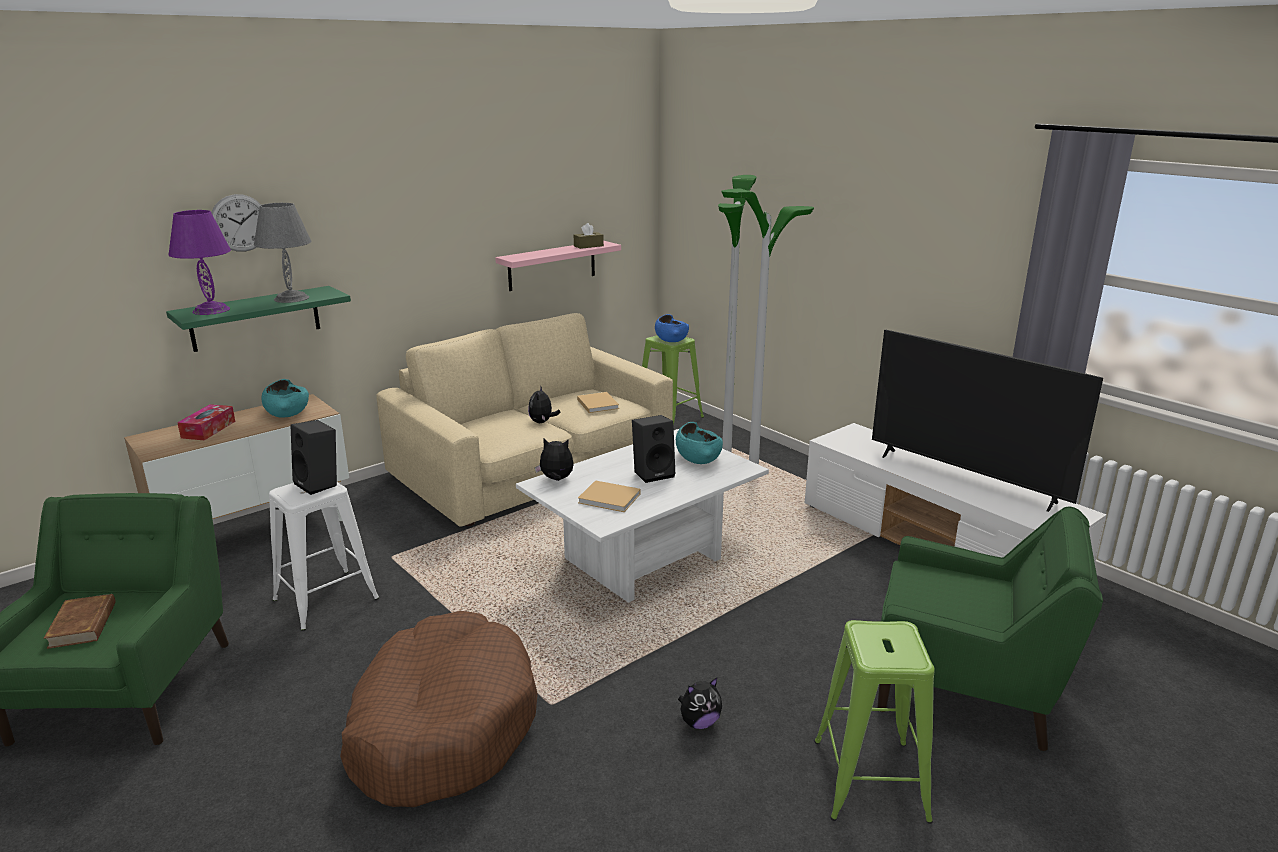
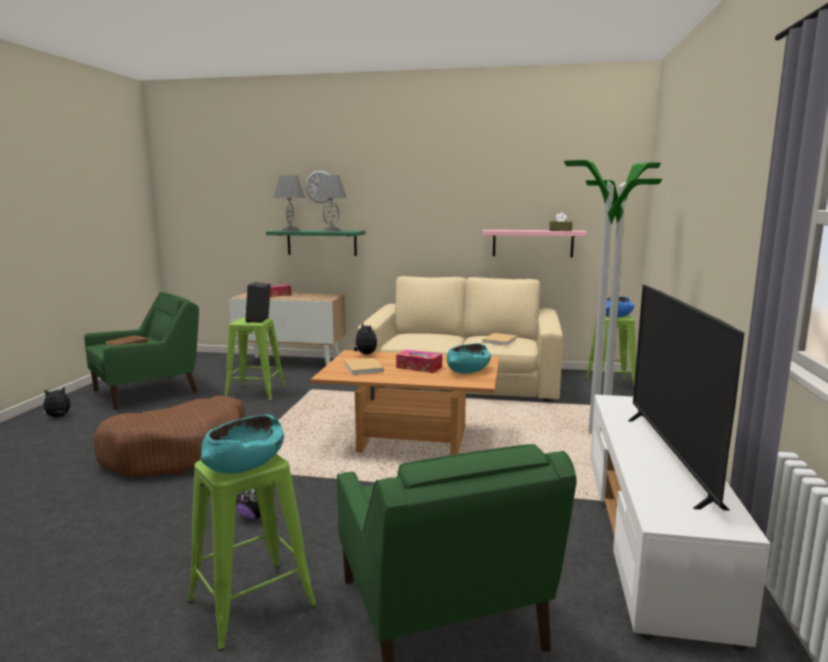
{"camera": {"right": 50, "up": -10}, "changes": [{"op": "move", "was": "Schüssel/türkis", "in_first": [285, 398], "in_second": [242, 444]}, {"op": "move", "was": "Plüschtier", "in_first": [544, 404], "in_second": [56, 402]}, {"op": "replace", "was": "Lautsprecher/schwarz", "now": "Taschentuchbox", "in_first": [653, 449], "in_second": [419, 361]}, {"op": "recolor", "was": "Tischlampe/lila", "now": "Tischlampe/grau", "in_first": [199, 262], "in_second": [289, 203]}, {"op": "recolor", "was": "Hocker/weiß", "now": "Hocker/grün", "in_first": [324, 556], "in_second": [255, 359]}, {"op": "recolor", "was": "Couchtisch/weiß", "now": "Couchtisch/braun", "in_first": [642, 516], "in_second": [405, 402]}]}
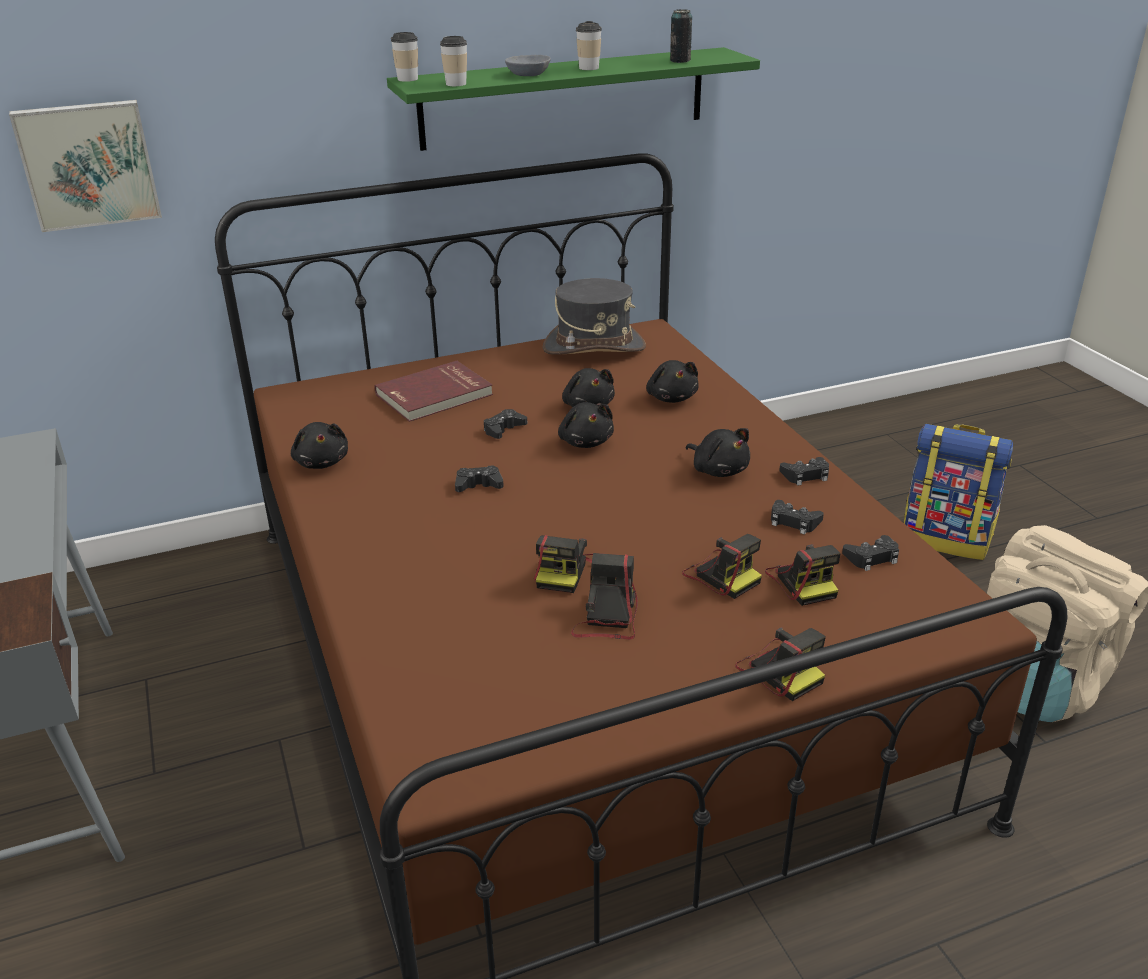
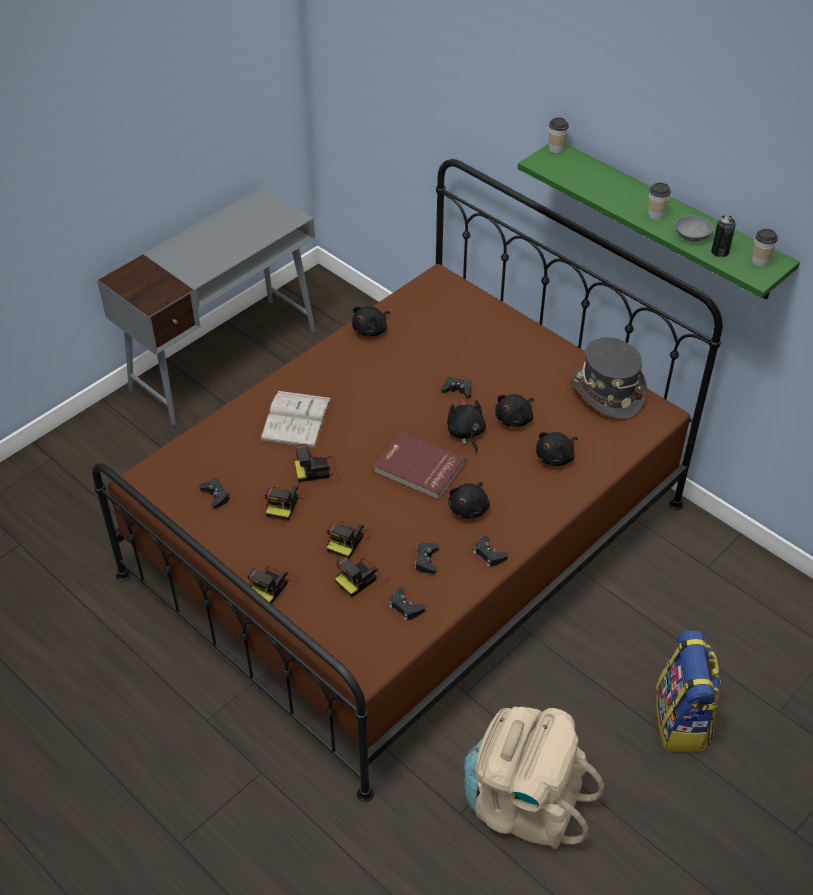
{"camera": {"right": 65, "up": 15}, "changes": [{"op": "delete", "was": "Bild", "in_first": [85, 166]}, {"op": "insert", "now": "Buch/weiß", "in_second": [296, 419]}, {"op": "move", "was": "Buch/rot", "in_first": [433, 391], "in_second": [420, 466]}, {"op": "move", "was": "Tasse", "in_first": [453, 61], "in_second": [765, 248]}, {"op": "move", "was": "Gamepad/schwarz", "in_first": [479, 478], "in_second": [215, 494]}, {"op": "move", "was": "Schüssel/grau", "in_first": [528, 65], "in_second": [694, 228]}, {"op": "rotate", "was": "Plüschtier/schwarz", "in_first": [586, 425], "in_second": [466, 425], "clockwise": 120}, {"op": "rotate", "was": "Kamera", "in_first": [604, 596], "in_second": [286, 502], "clockwise": 120}]}
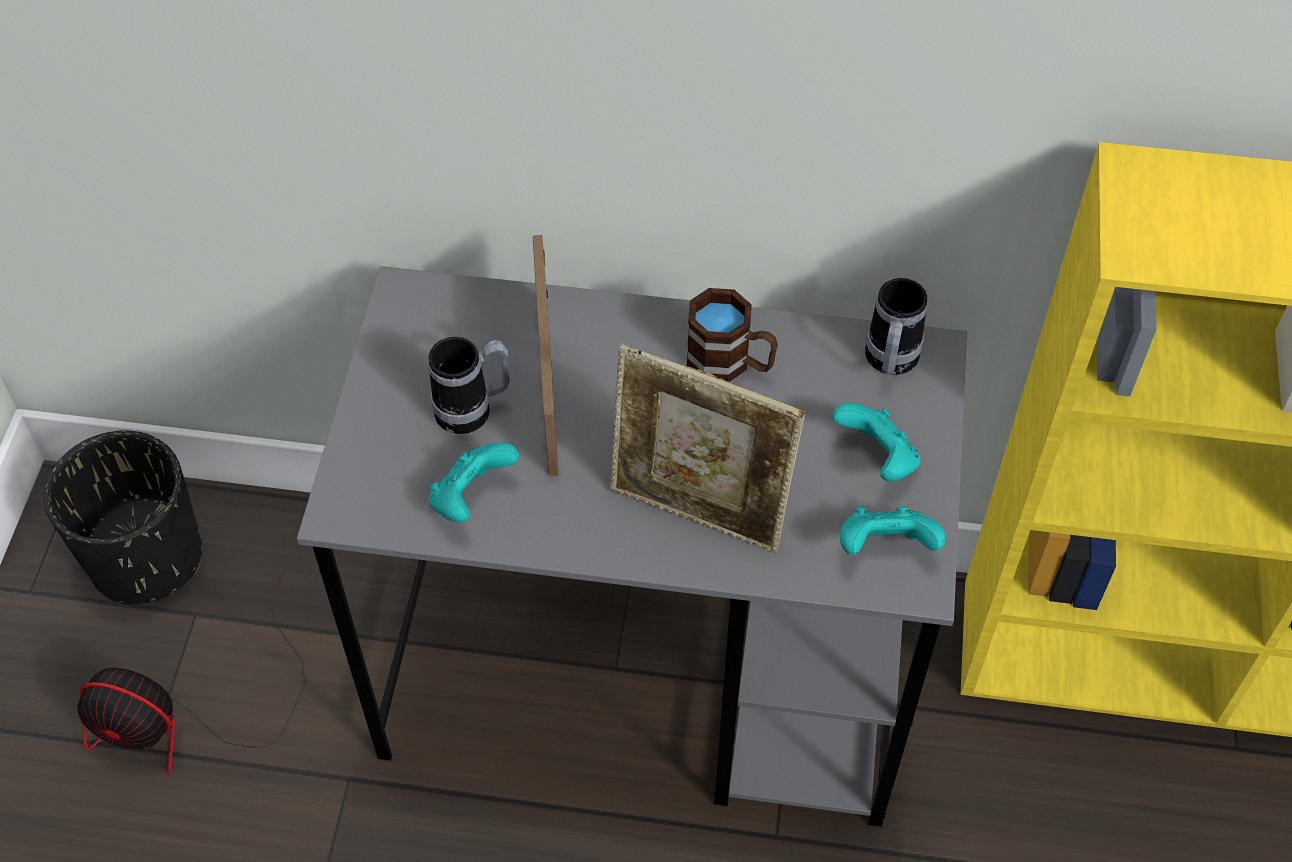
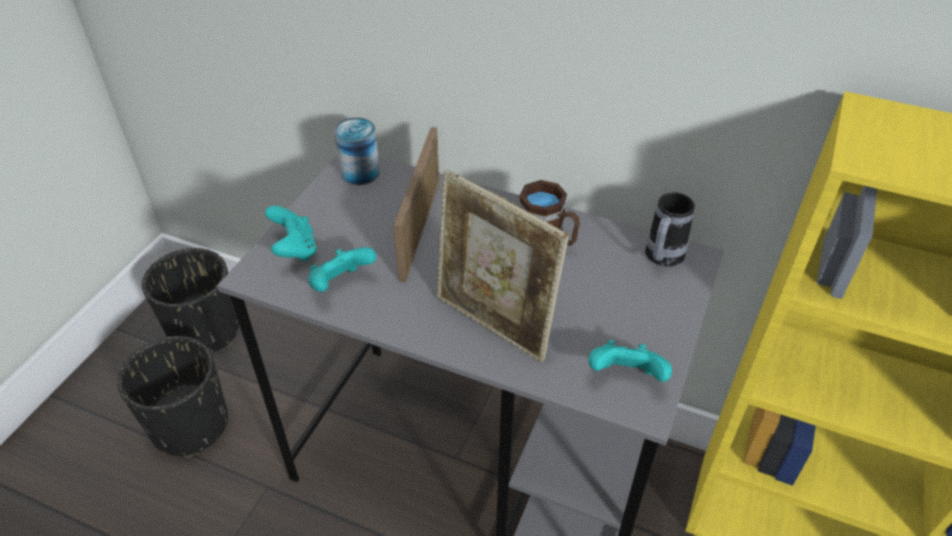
{"camera": {"right": 15, "up": -10}, "changes": [{"op": "delete", "was": "Henkelbecher", "in_first": [469, 385]}, {"op": "insert", "now": "Dose", "in_second": [357, 151]}, {"op": "move", "was": "Gamepad/türkis", "in_first": [876, 442], "in_second": [291, 233]}, {"op": "replace", "was": "Ventilator", "now": "Pflanzkübel/schwarz", "in_first": [191, 672], "in_second": [173, 396]}]}
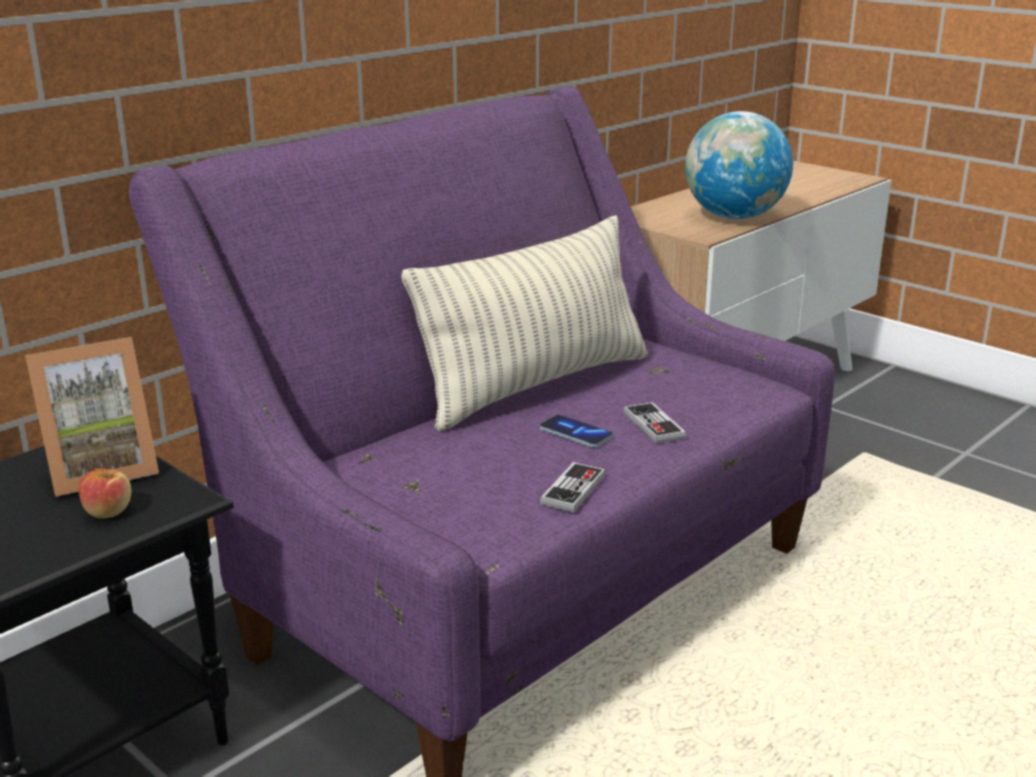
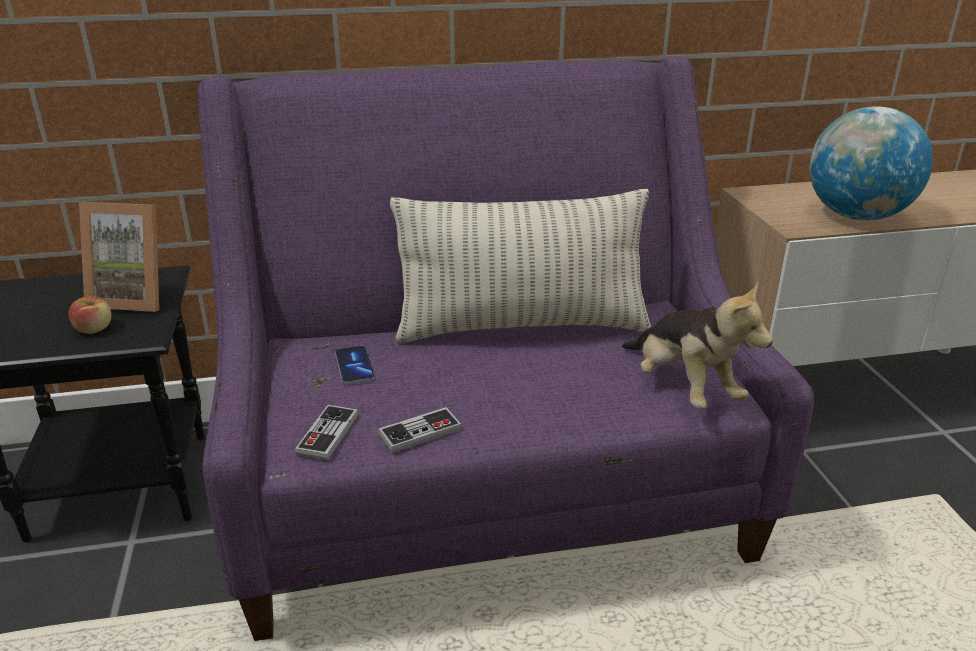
{"camera": {"right": 35, "up": 5}, "changes": [{"op": "insert", "now": "Plüschtier", "in_second": [697, 345]}, {"op": "move", "was": "Handy", "in_first": [576, 431], "in_second": [355, 364]}, {"op": "move", "was": "Gamepad", "in_first": [655, 422], "in_second": [326, 432]}]}
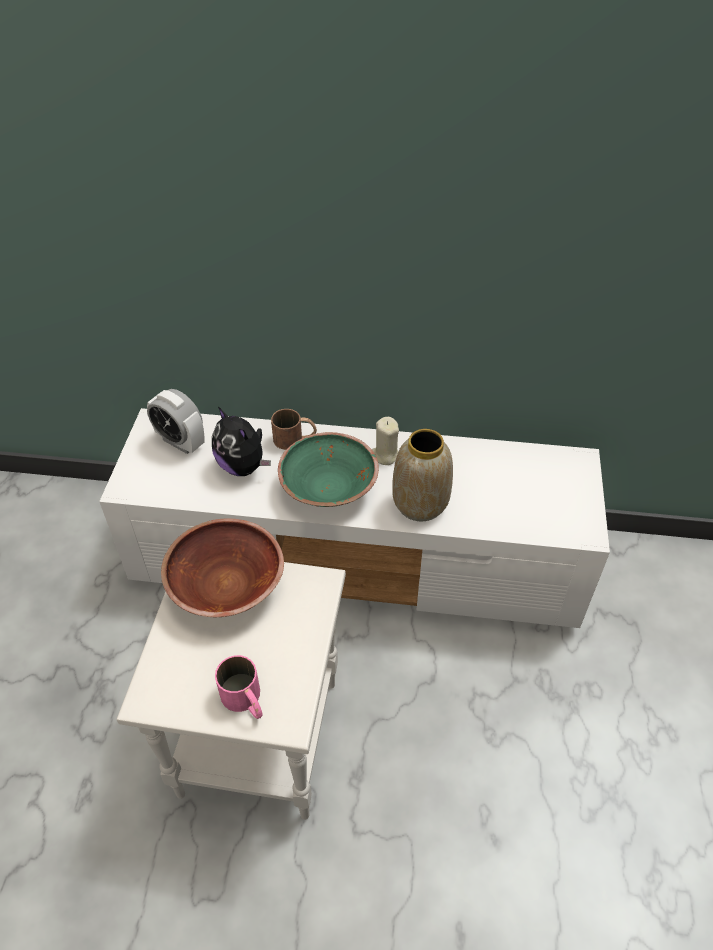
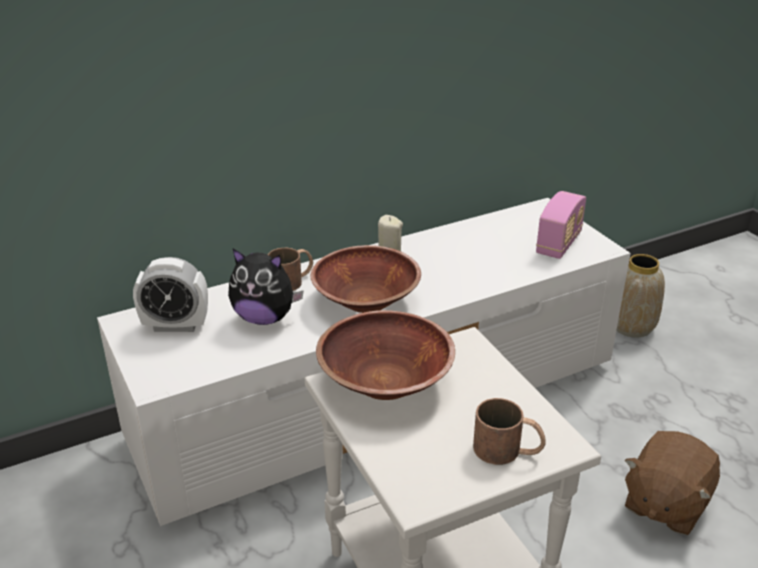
{"camera": {"right": -35, "up": -15}, "changes": [{"op": "insert", "now": "Radio", "in_second": [561, 225]}, {"op": "insert", "now": "Plüschtier/braun", "in_second": [672, 483]}, {"op": "move", "was": "Vase", "in_first": [422, 475], "in_second": [640, 296]}, {"op": "recolor", "was": "Henkelbecher/rosa", "now": "Henkelbecher/braun", "in_first": [239, 687], "in_second": [509, 431]}, {"op": "recolor", "was": "Schüssel/grün", "now": "Schüssel/braun", "in_first": [328, 469], "in_second": [366, 279]}]}
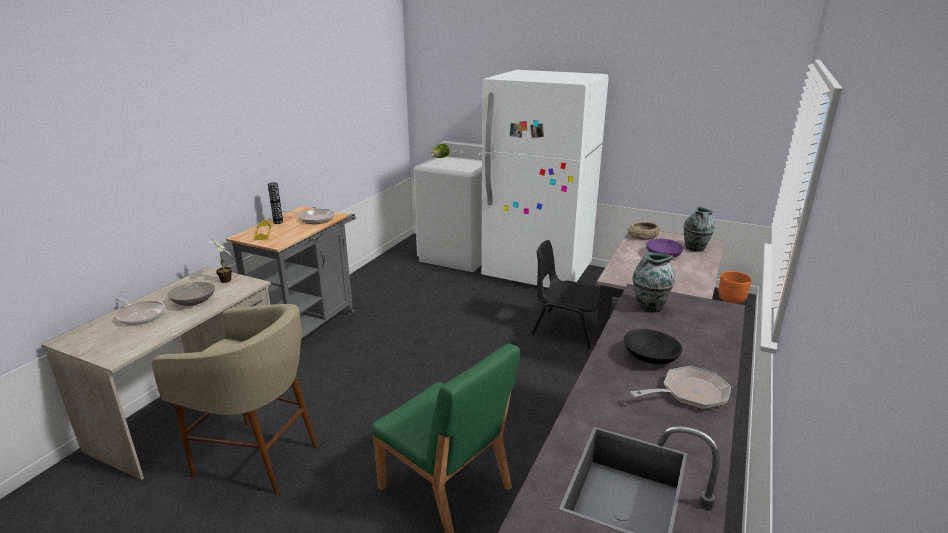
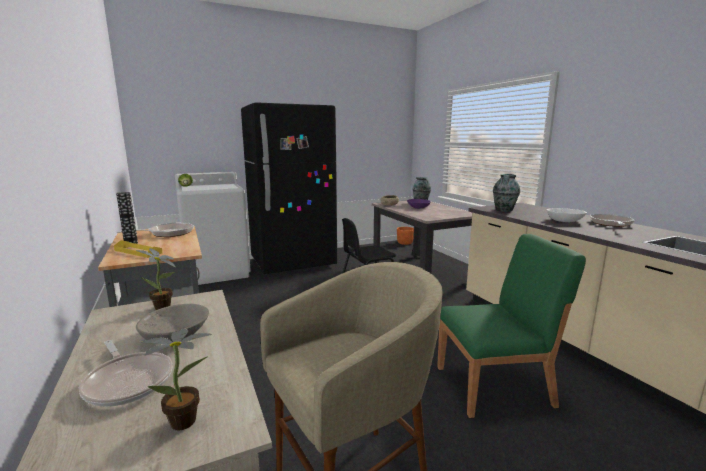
{"camera": {"right": -50, "up": -10}, "changes": [{"op": "insert", "now": "Topfpflanze", "in_second": [176, 380]}, {"op": "recolor", "was": "Kühlschrank/weiß", "now": "Kühlschrank/schwarz", "in_first": [545, 179], "in_second": [289, 188]}, {"op": "recolor", "was": "Schüssel/schwarz", "now": "Schüssel/weiß", "in_first": [653, 346], "in_second": [567, 215]}, {"op": "rotate", "was": "Pfanne", "in_first": [140, 311], "in_second": [125, 373], "clockwise": 60}]}
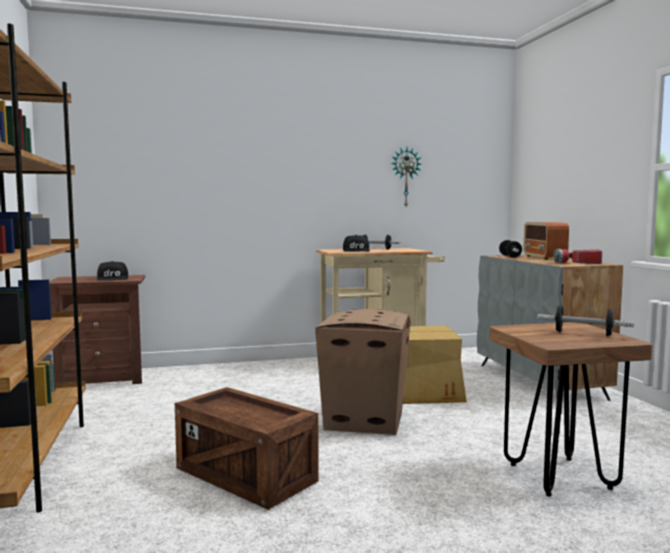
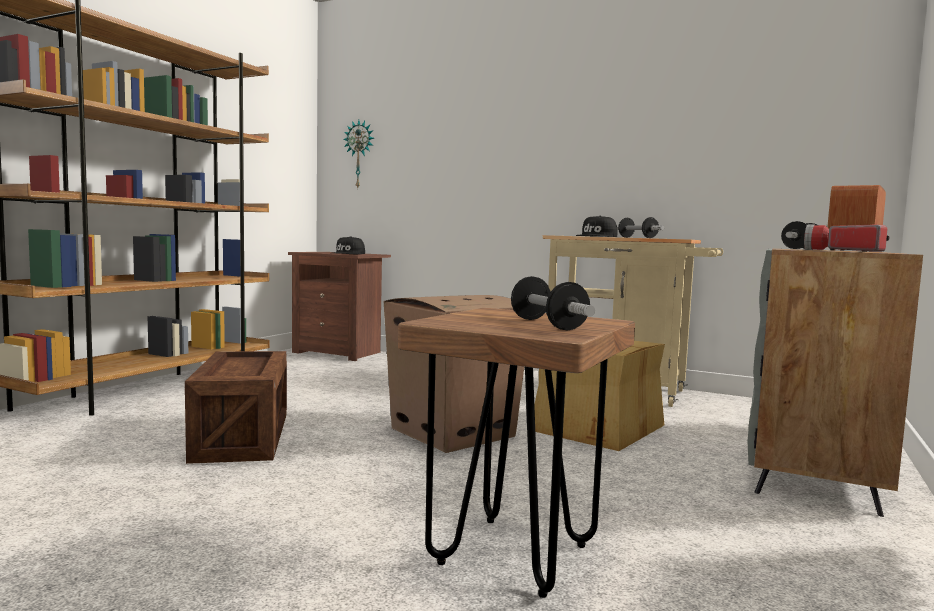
{"camera": {"right": 40, "up": 0}, "changes": [{"op": "move", "was": "Wanduhr", "in_first": [406, 176], "in_second": [358, 154]}]}
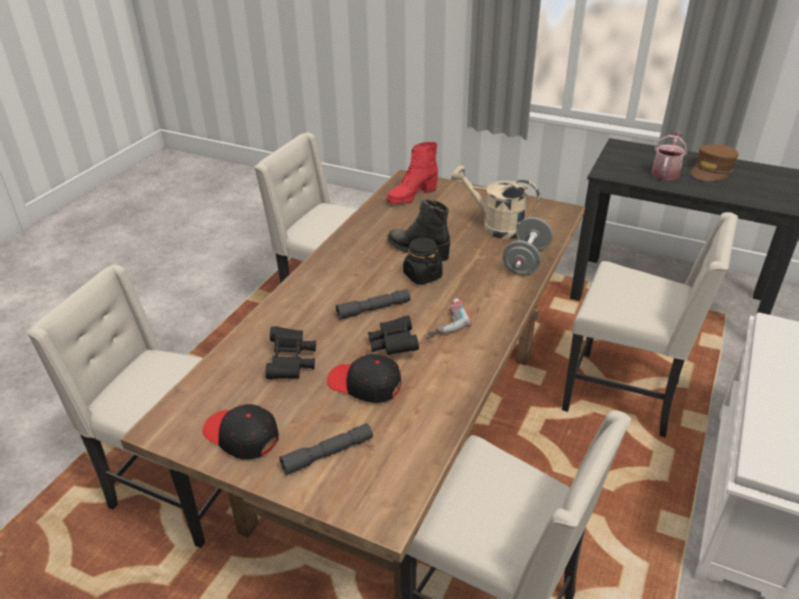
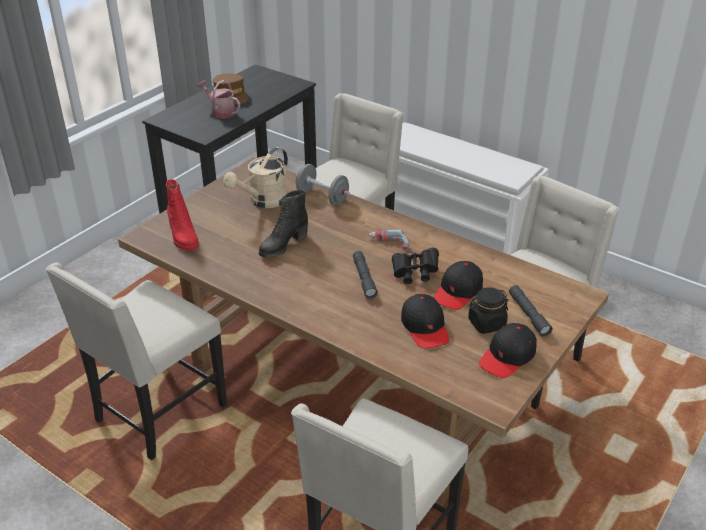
{"camera": {"right": -80, "up": 0}, "changes": [{"op": "move", "was": "Vorratsglas/schwarz", "in_first": [423, 261], "in_second": [488, 310]}, {"op": "replace", "was": "Fernglas/schwarz", "now": "Kappe/schwarz", "in_first": [290, 352], "in_second": [425, 321]}]}
